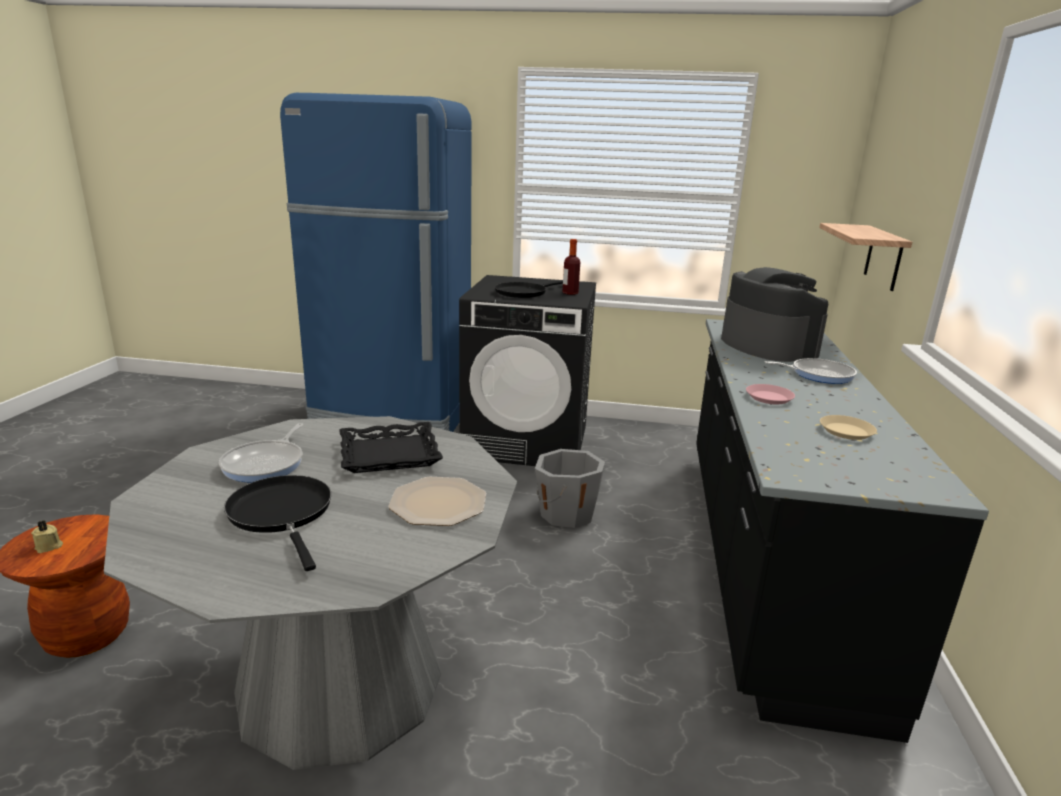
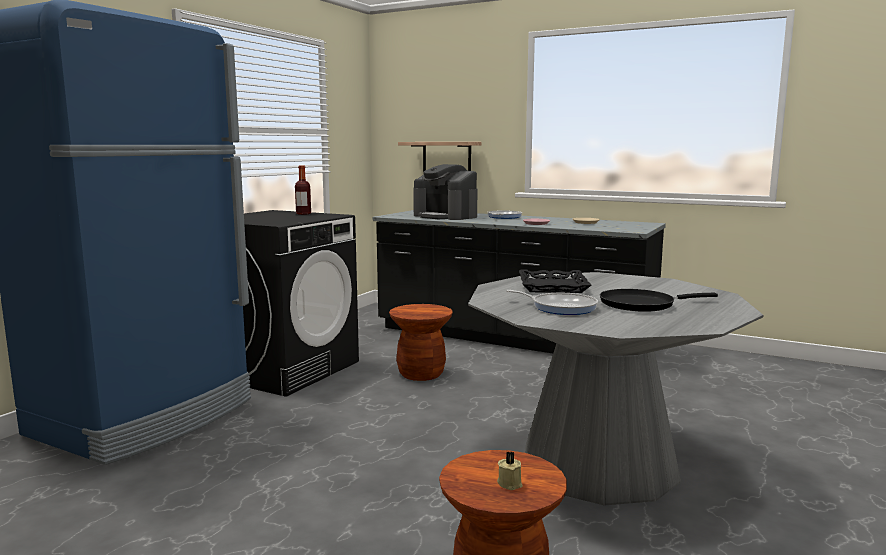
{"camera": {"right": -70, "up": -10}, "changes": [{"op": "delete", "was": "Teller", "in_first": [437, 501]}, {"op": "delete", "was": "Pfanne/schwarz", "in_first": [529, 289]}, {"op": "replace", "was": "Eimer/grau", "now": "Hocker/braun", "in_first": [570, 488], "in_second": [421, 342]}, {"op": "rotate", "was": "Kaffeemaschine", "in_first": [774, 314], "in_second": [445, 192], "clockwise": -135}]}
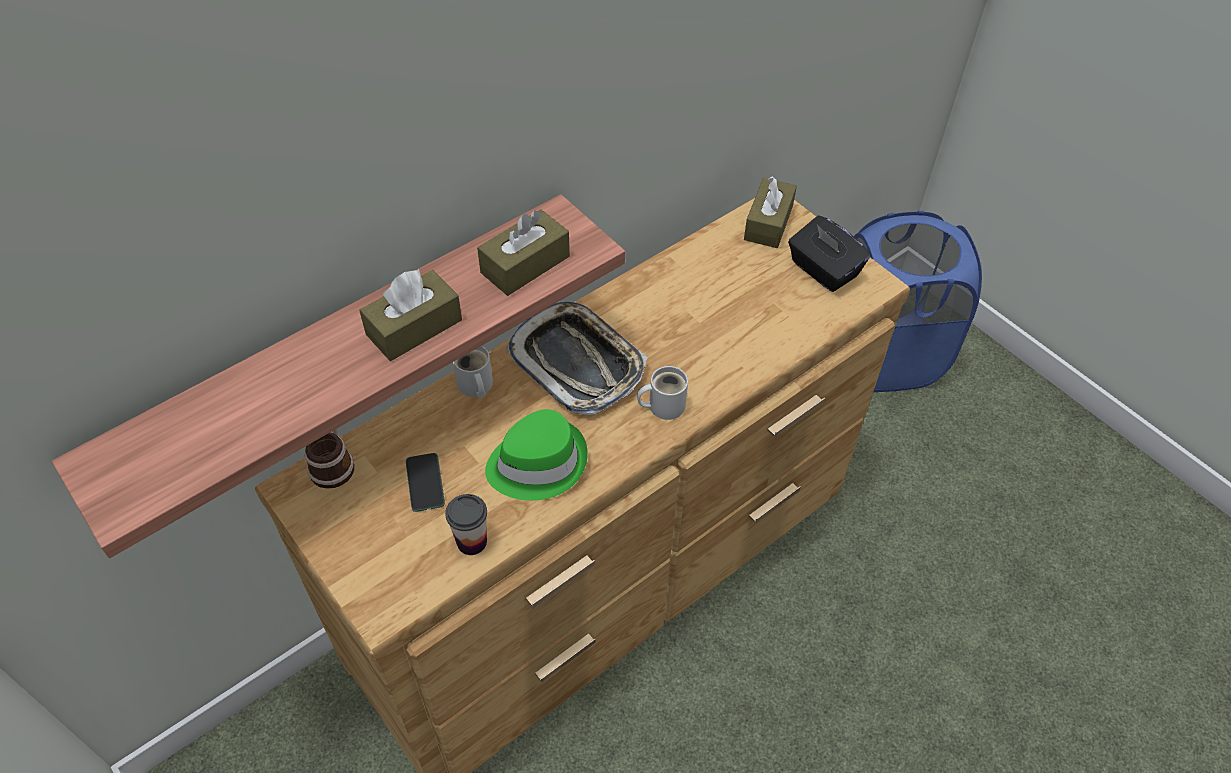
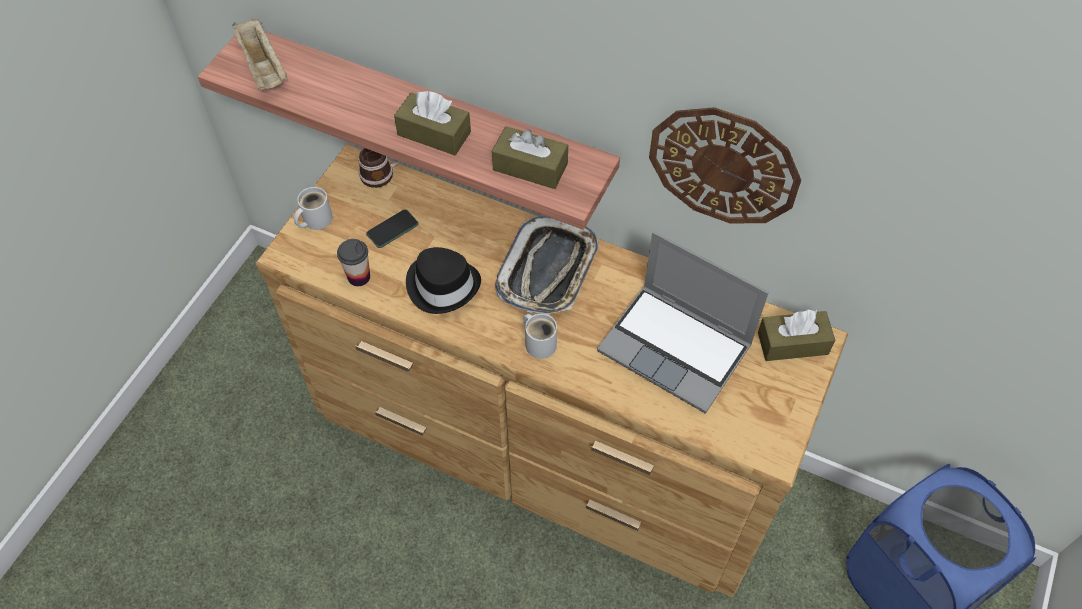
{"camera": {"right": 65, "up": 5}, "changes": [{"op": "delete", "was": "Taschentuchbox/schwarz", "in_first": [829, 254]}, {"op": "insert", "now": "Tablett/beige", "in_second": [260, 54]}, {"op": "insert", "now": "Laptop", "in_second": [683, 323]}, {"op": "insert", "now": "Wanduhr", "in_second": [725, 165]}, {"op": "move", "was": "Henkelbecher/weiß", "in_first": [473, 372], "in_second": [313, 208]}, {"op": "recolor", "was": "Hut/grün", "now": "Hut/schwarz", "in_first": [536, 455], "in_second": [443, 280]}]}
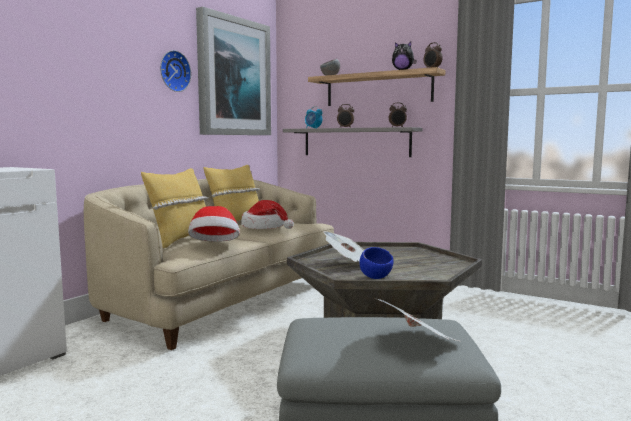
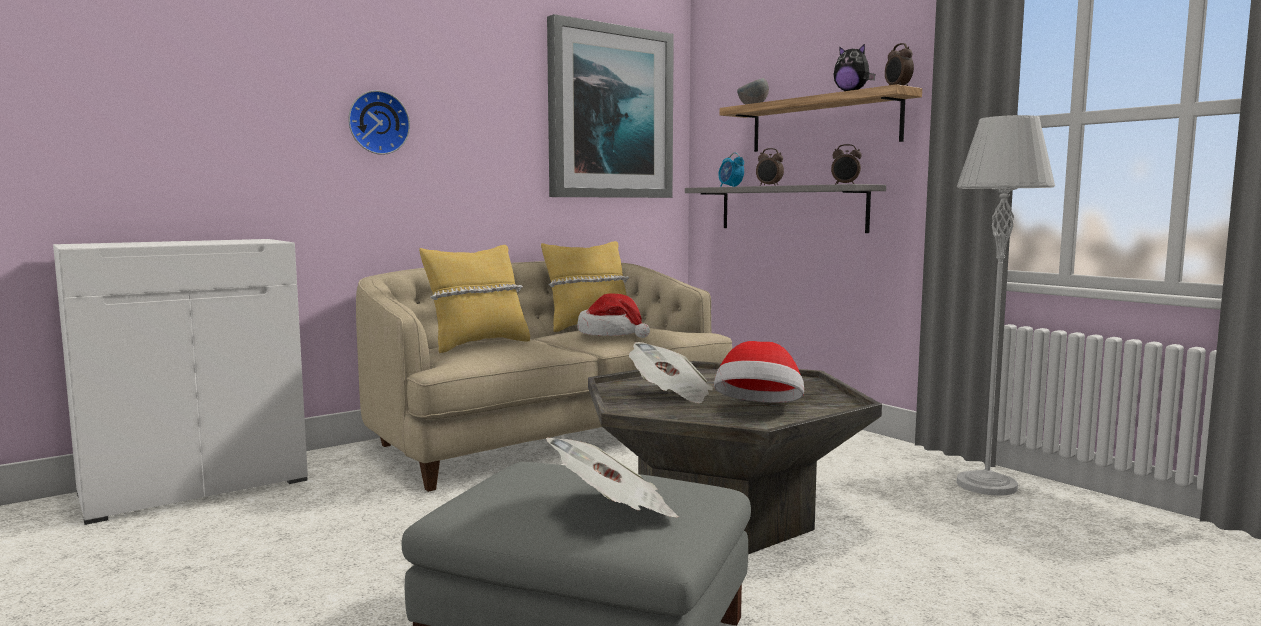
{"camera": {"right": 20, "up": 0}, "changes": [{"op": "delete", "was": "Schüssel/blau", "in_first": [376, 263]}, {"op": "insert", "now": "Stehlampe/grau", "in_second": [1006, 305]}, {"op": "move", "was": "Wanduhr", "in_first": [175, 71], "in_second": [379, 122]}, {"op": "move", "was": "Hut", "in_first": [213, 224], "in_second": [759, 372]}]}
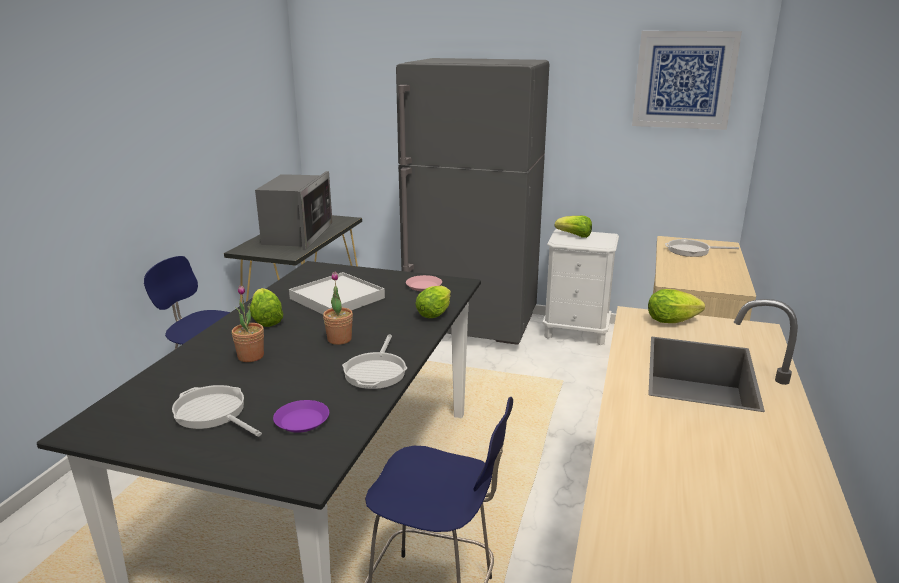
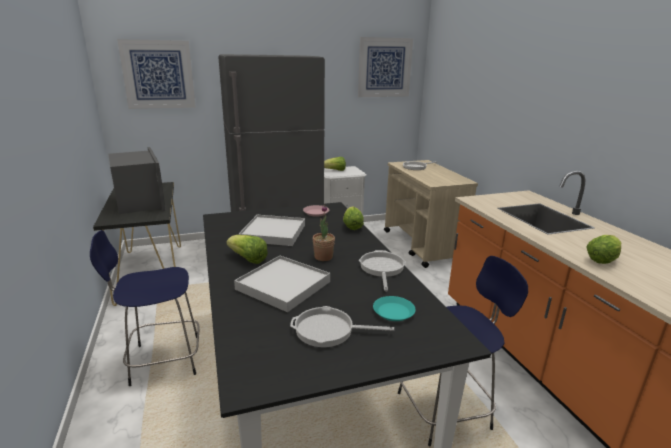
{"camera": {"right": -35, "up": 0}, "changes": [{"op": "insert", "now": "Bild", "in_second": [156, 74]}, {"op": "move", "was": "Salatkopf", "in_first": [676, 306], "in_second": [603, 249]}, {"op": "replace", "was": "Topfpflanze", "now": "Tablett/weiß", "in_first": [248, 323], "in_second": [282, 284]}, {"op": "recolor", "was": "Teller/lila", "now": "Teller/türkis", "in_first": [301, 416], "in_second": [394, 308]}, {"op": "rotate", "was": "Pfanne", "in_first": [374, 361], "in_second": [382, 270], "clockwise": -150}]}
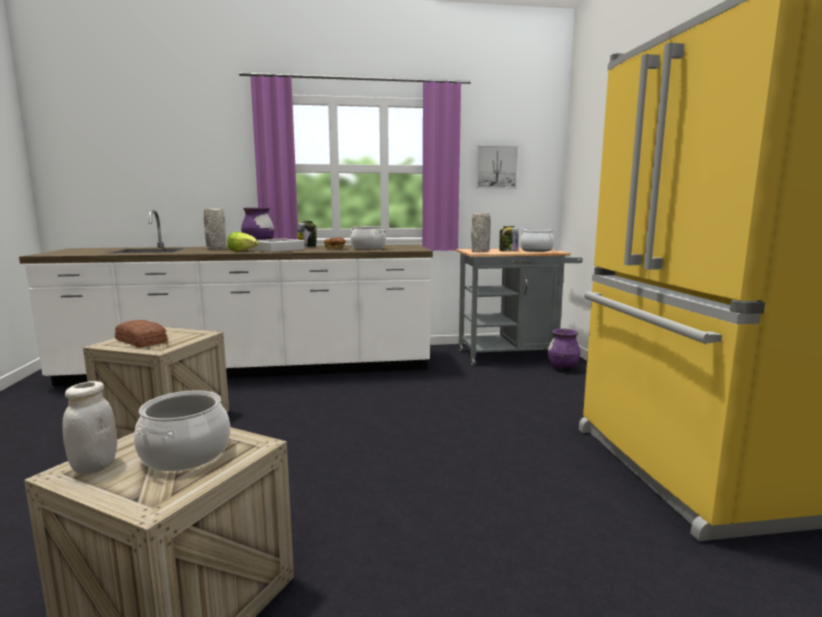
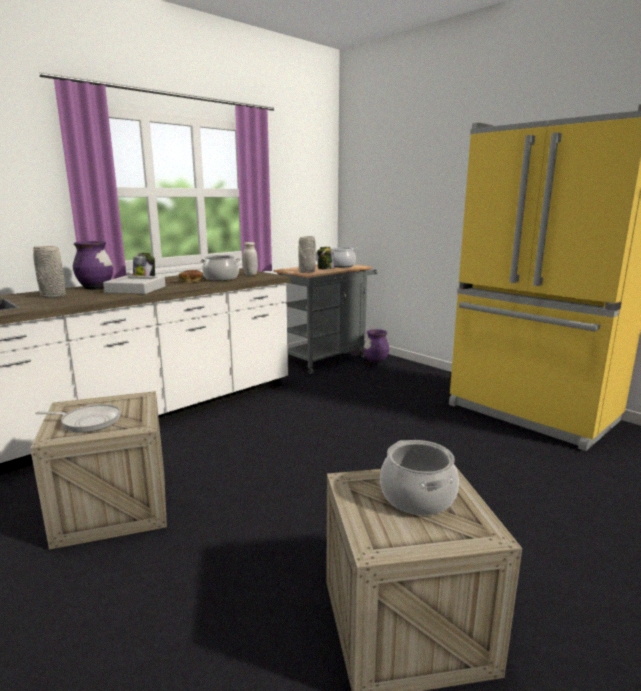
{"camera": {"right": -35, "up": 5}, "changes": [{"op": "delete", "was": "Salatkopf", "in_first": [243, 241]}, {"op": "delete", "was": "Bild", "in_first": [497, 167]}, {"op": "move", "was": "Vorratsglas/weiß", "in_first": [89, 428], "in_second": [250, 258]}, {"op": "replace", "was": "Brot", "now": "Pfanne", "in_first": [141, 334], "in_second": [78, 418]}]}
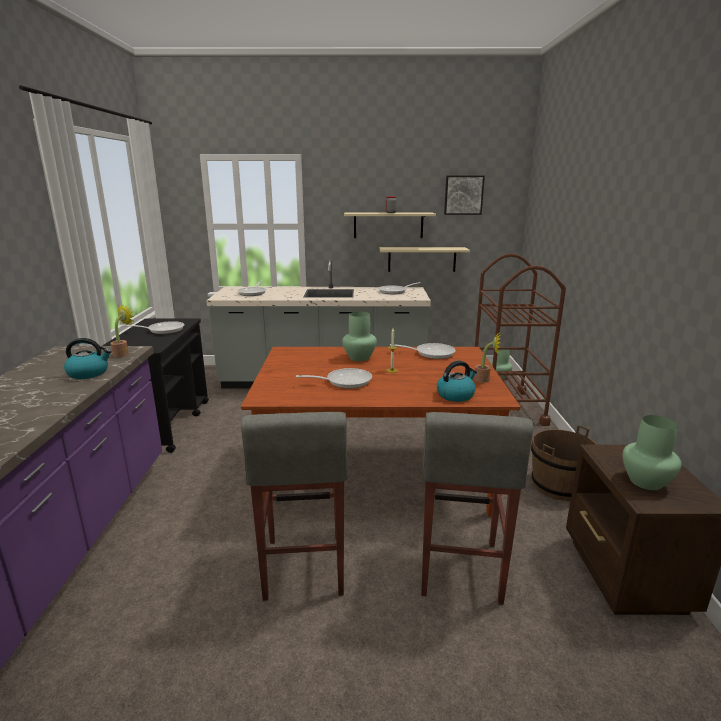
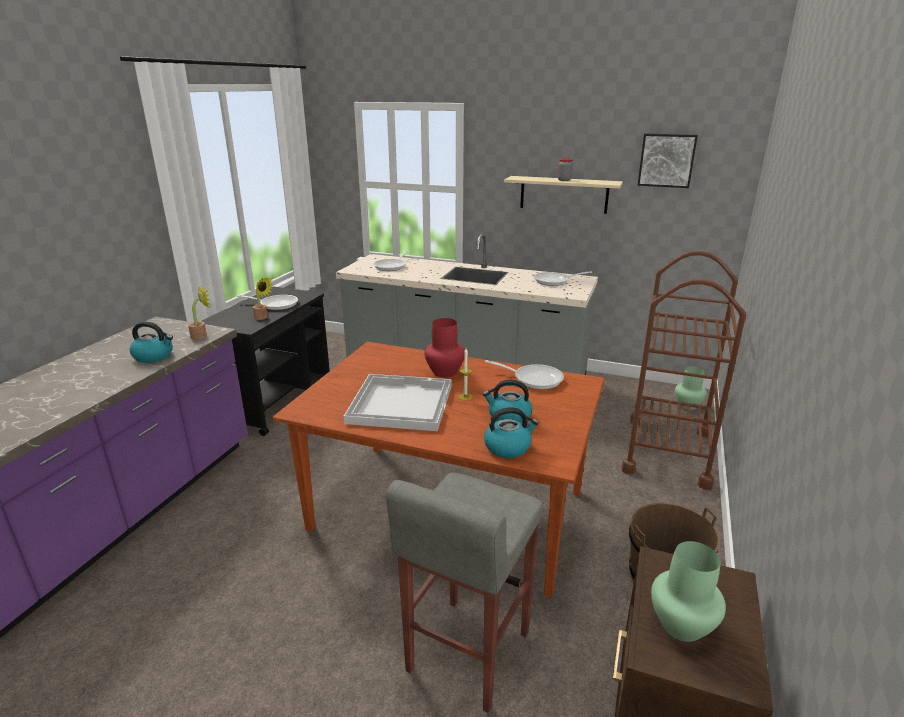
{"camera": {"right": 20, "up": 5}, "changes": [{"op": "delete", "was": "Hocker/grau", "in_first": [294, 506]}, {"op": "delete", "was": "Wandregal/beige", "in_first": [424, 259]}, {"op": "insert", "now": "Wasserkessel", "in_second": [507, 401]}, {"op": "move", "was": "Topfpflanze", "in_first": [487, 358], "in_second": [263, 298]}, {"op": "replace", "was": "Pfanne", "now": "Tablett/weiß", "in_first": [334, 378], "in_second": [398, 402]}, {"op": "recolor", "was": "Vase/grün", "now": "Vase/rot", "in_first": [359, 336], "in_second": [444, 347]}]}
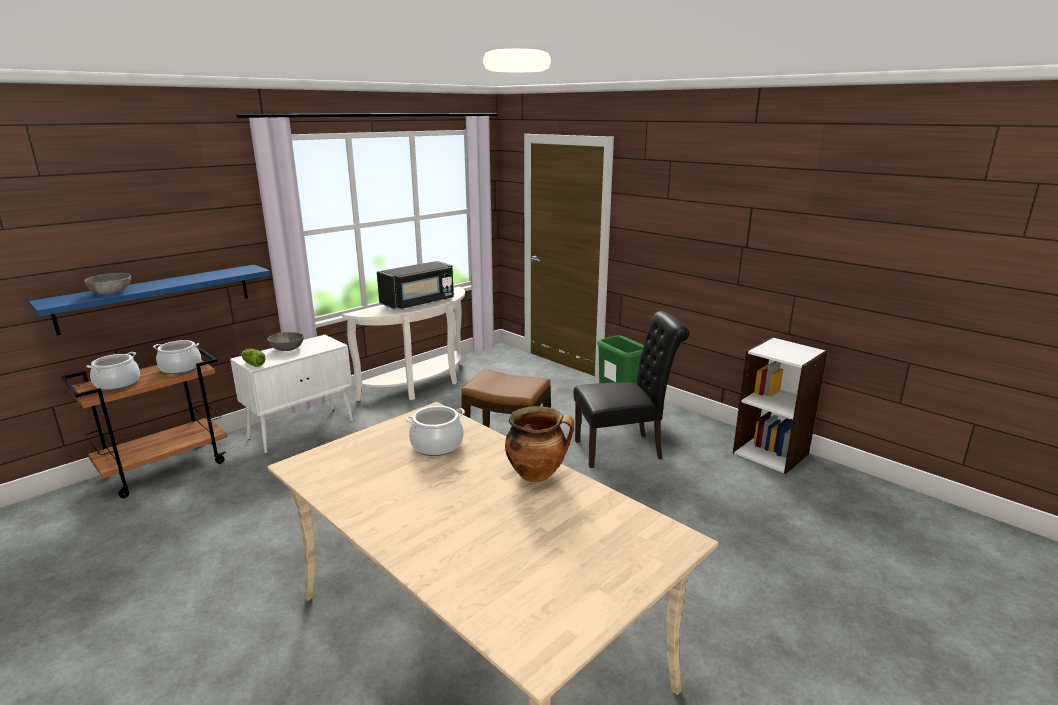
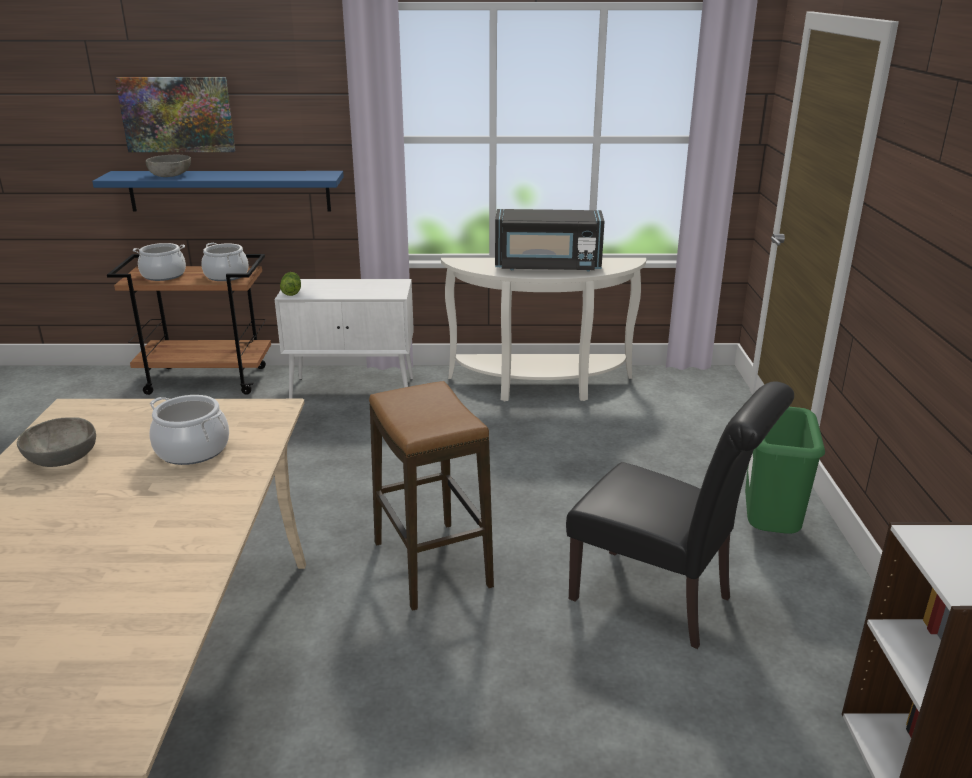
{"camera": {"right": 45, "up": 5}, "changes": [{"op": "delete", "was": "Kochtopf", "in_first": [539, 444]}, {"op": "insert", "now": "Bild", "in_second": [175, 114]}, {"op": "move", "was": "Schüssel/grau", "in_first": [285, 341], "in_second": [56, 442]}]}
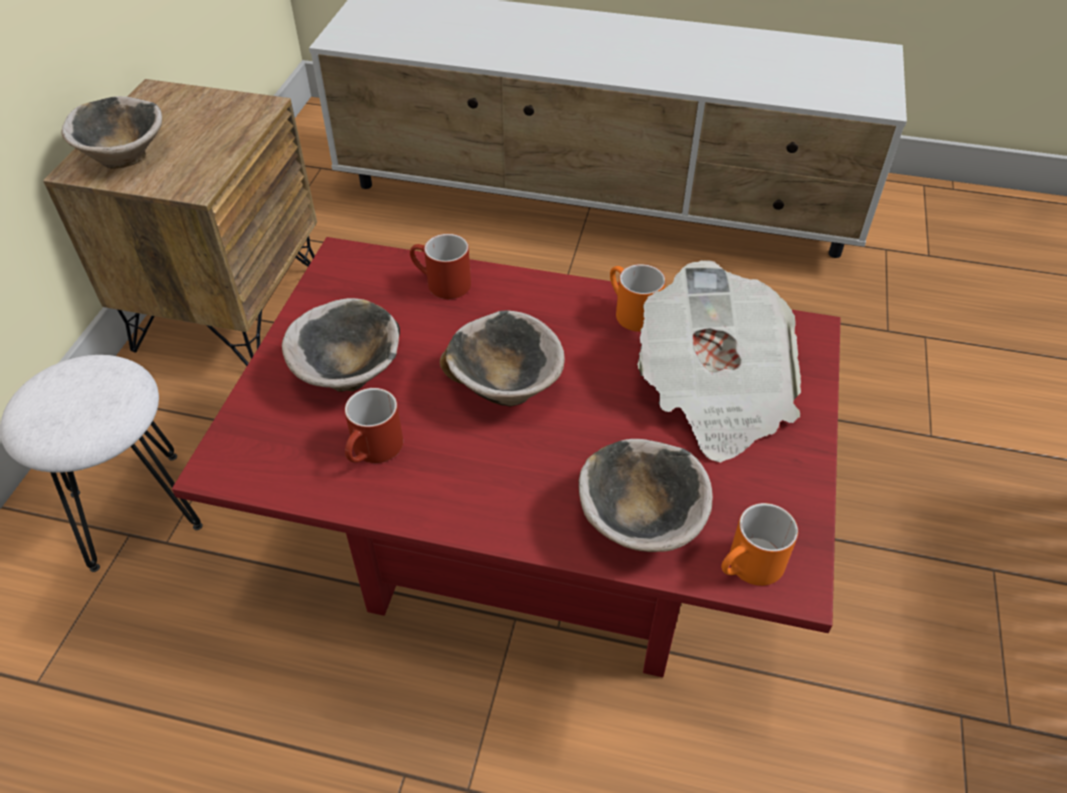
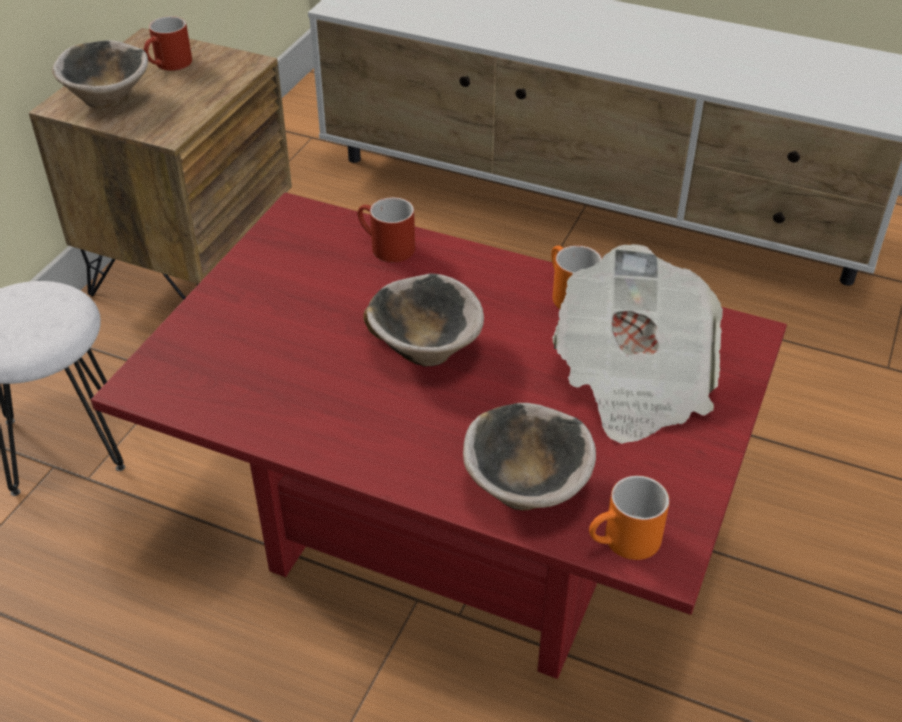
{"camera": {"right": 10, "up": -5}, "changes": [{"op": "delete", "was": "Schüssel", "in_first": [341, 345]}, {"op": "move", "was": "Henkelbecher/rot", "in_first": [374, 425], "in_second": [168, 43]}]}
